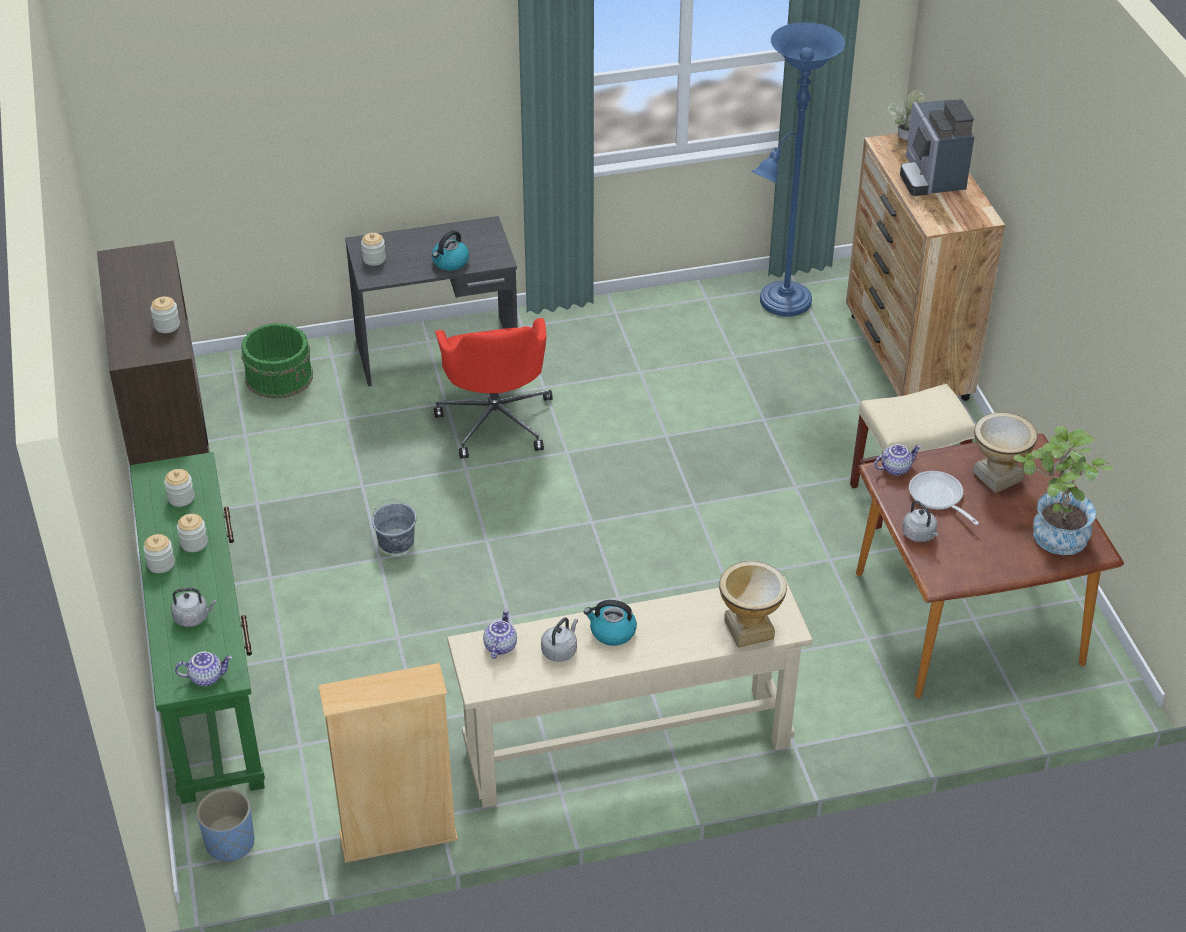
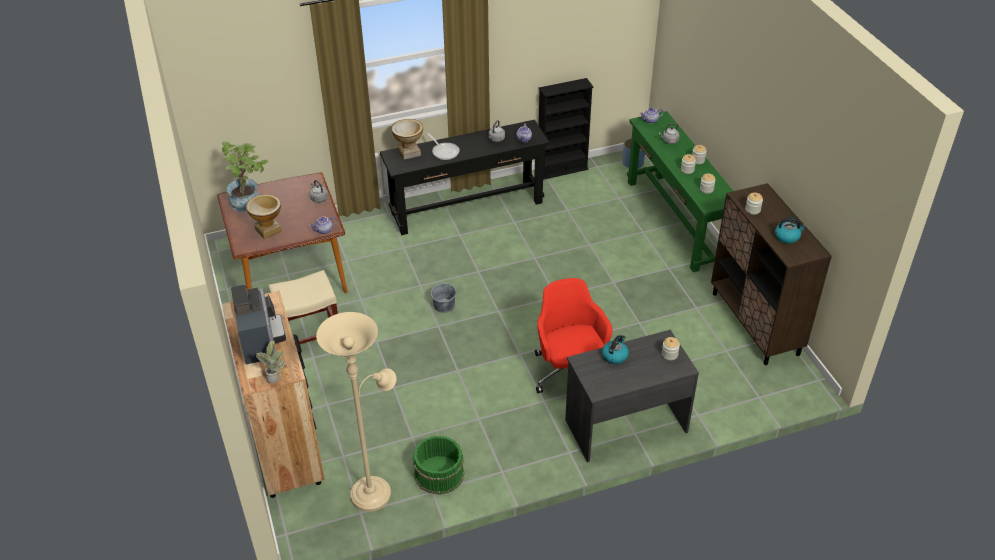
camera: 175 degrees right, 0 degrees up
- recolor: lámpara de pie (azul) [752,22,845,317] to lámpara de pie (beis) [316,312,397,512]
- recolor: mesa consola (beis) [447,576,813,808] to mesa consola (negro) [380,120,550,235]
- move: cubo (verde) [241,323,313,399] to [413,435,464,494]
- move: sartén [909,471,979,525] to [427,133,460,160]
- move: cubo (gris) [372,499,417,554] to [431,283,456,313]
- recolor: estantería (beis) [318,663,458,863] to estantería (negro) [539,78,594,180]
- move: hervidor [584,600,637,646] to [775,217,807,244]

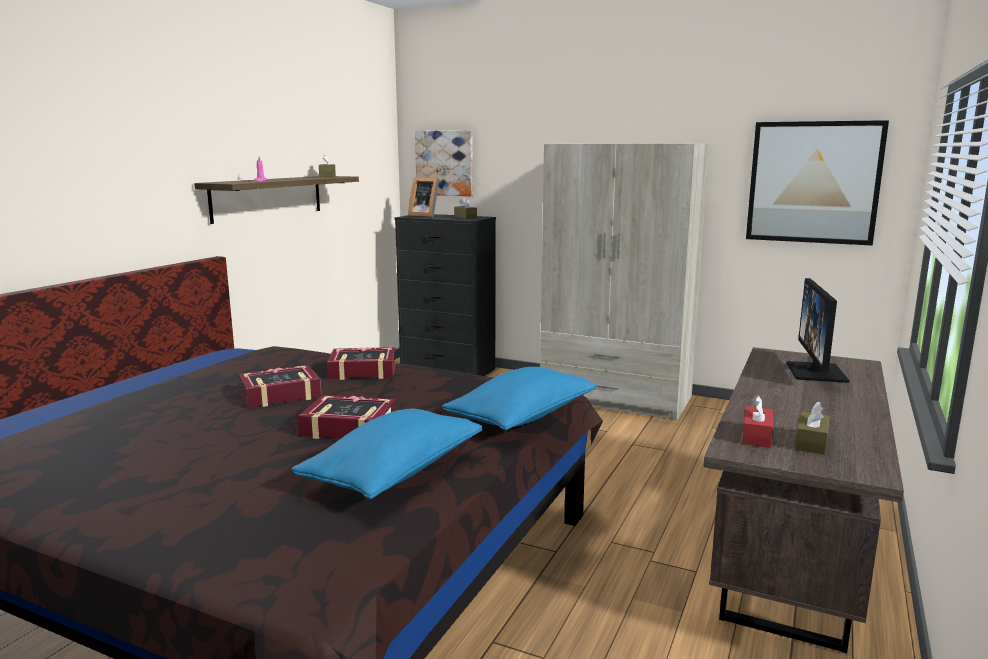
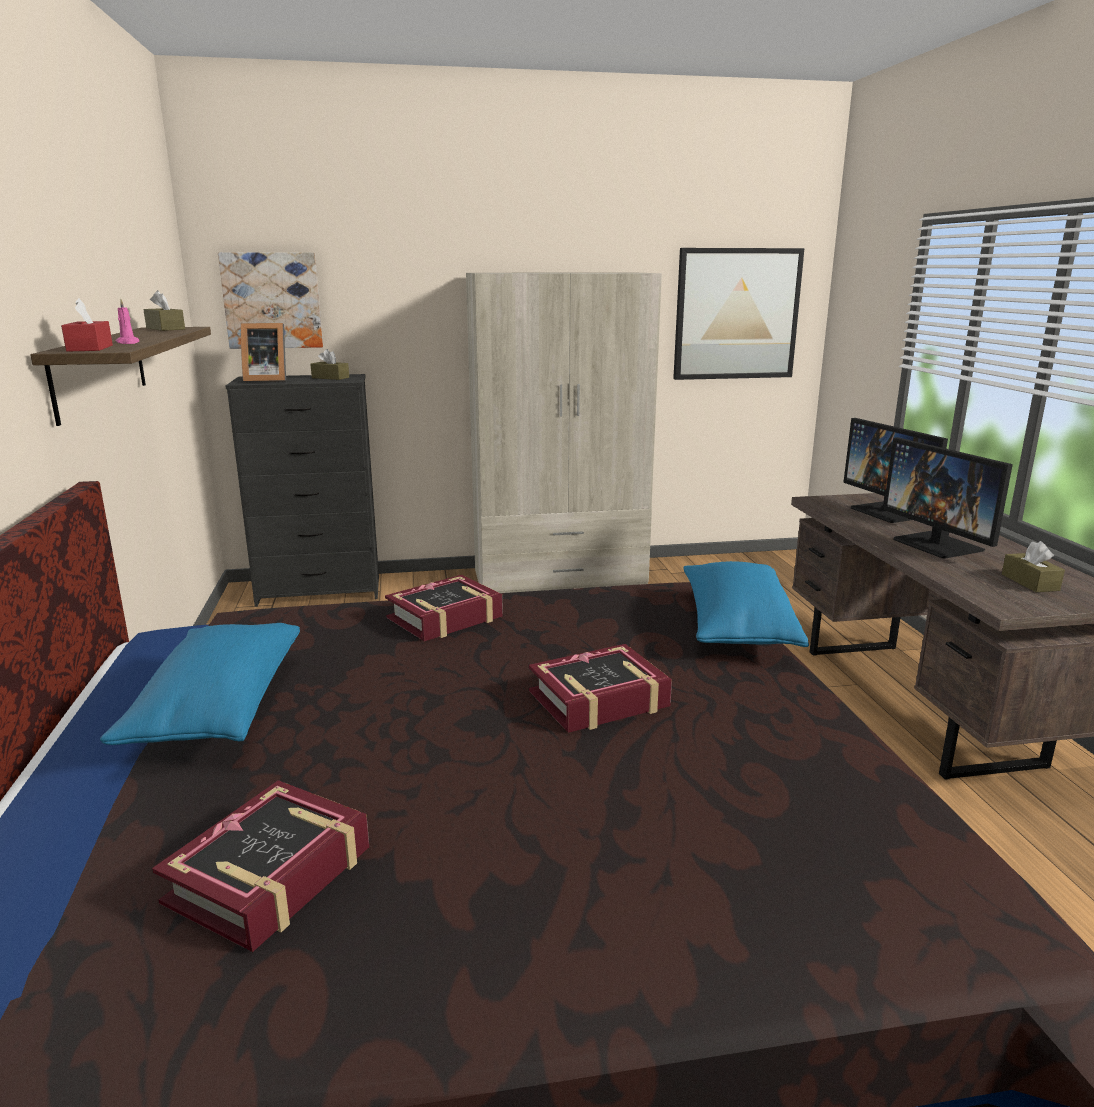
camera: 35 degrees left, 5 degrees up
- move: caja de pañuelos (rojo) [742,395,773,448] to [61,298,113,352]
- move: cojín (azul) [291,409,483,499] to [100,623,300,745]
- move: libro [239,365,321,408] to [152,780,369,952]
- insert: monitor [883,437,1013,559]

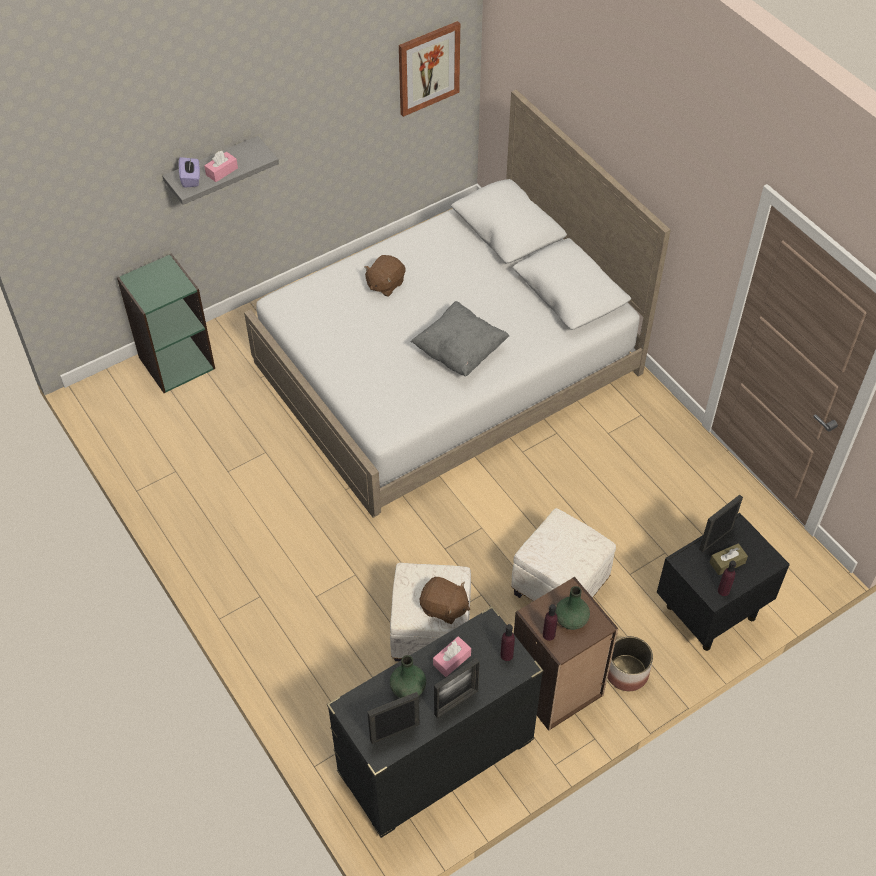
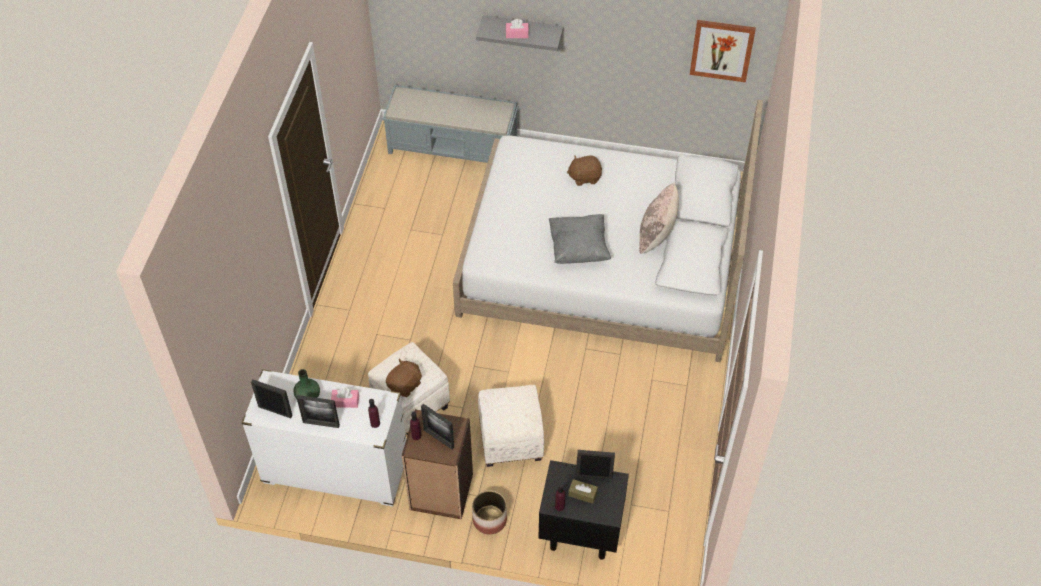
camera: 45 degrees right, 0 degrees up
- recolor: cómoda (negro) [327,606,544,838] to cómoda (blanco) [242,369,406,507]
- replace: estantería (verde) [117,253,215,393] to banco (gris) [383,85,518,163]
- rotate: peluche (marrón) [420,577,470,624] = [386,359,422,397] 120 degrees counterclockwise
- replace: florero (verde) [555,586,590,630] to portarretratos [421,404,454,449]
- insert: cojín (beis) [639,183,679,254]
- delete: caja de pañuelos (morado) [179,157,200,188]

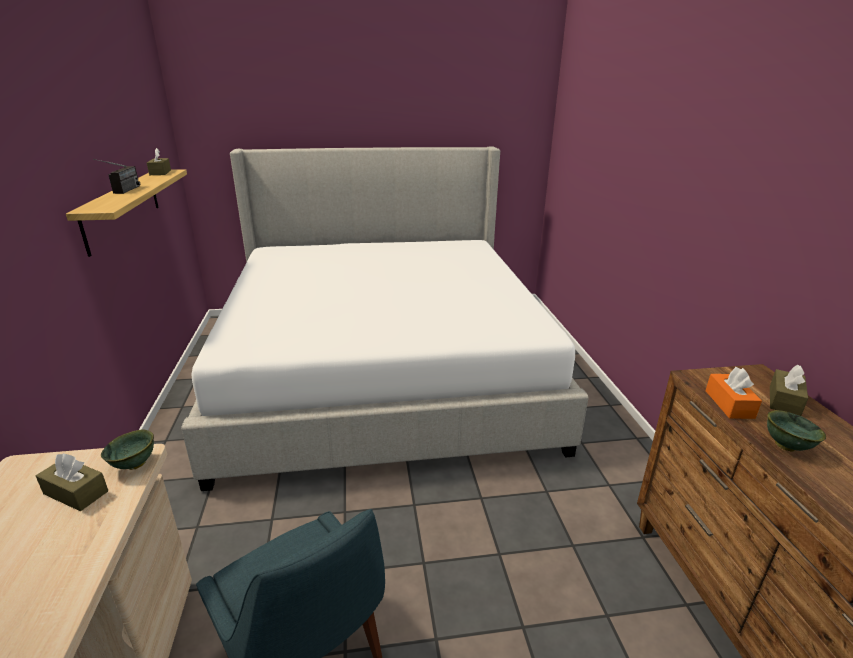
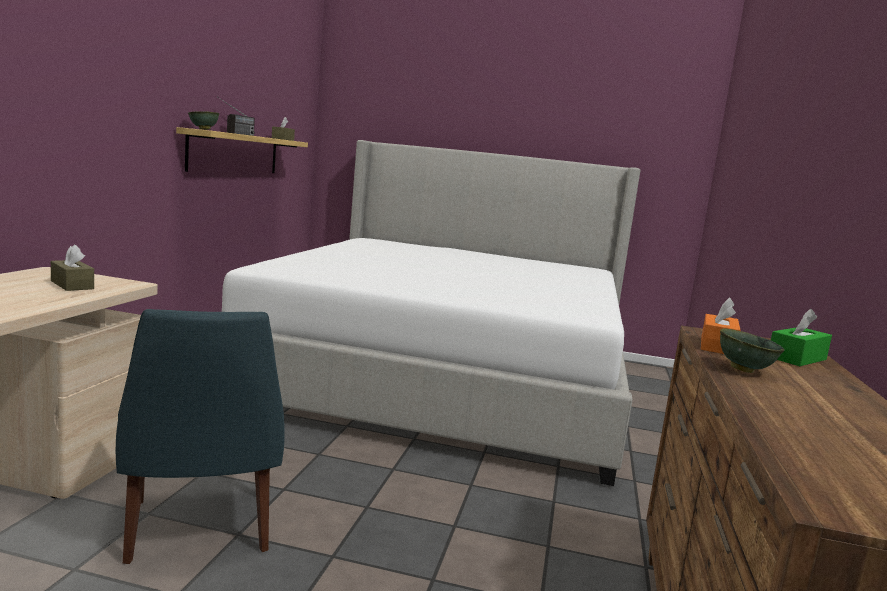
camera: 20 degrees right, 15 degrees down
- move: cuenco (verde) [101,430,154,470] to [188,111,219,130]
- recolor: caja de pañuelos (marrón) [770,364,808,416] to caja de pañuelos (verde) [771,308,832,366]

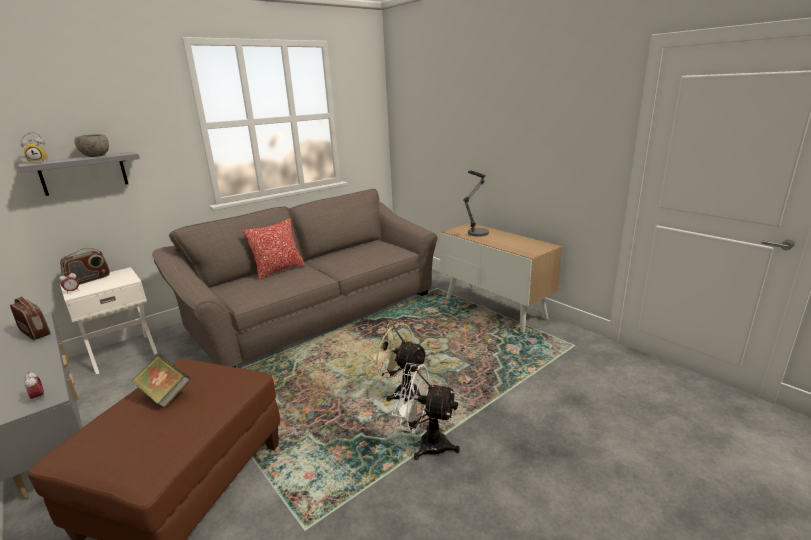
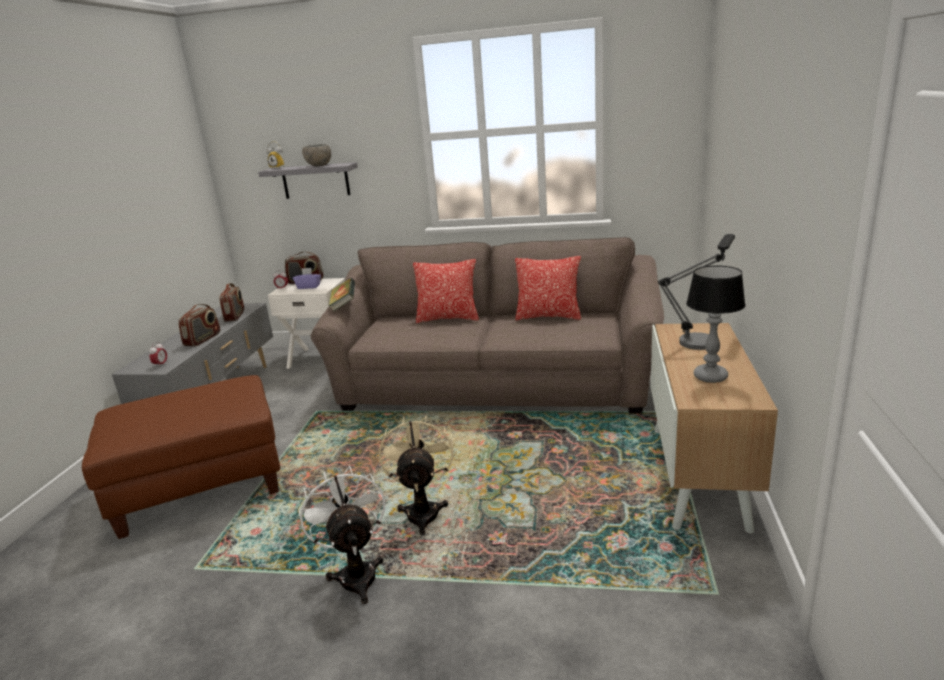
camera: 50 degrees right, 0 degrees up
- insert: radio [178,304,220,346]
- insert: caja de pañuelos (morado) [293,268,321,289]
- move: libro [132,354,191,408] to [329,278,355,312]
- insert: cojín [515,256,581,320]
- insert: lámpara de mesa [686,265,746,383]

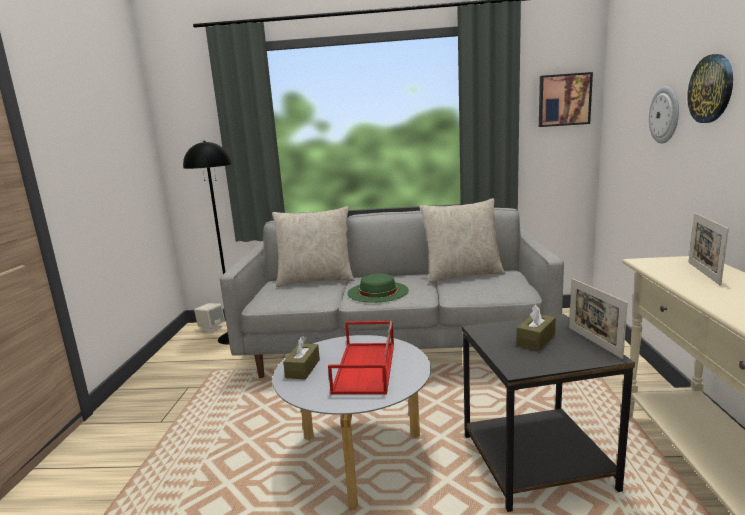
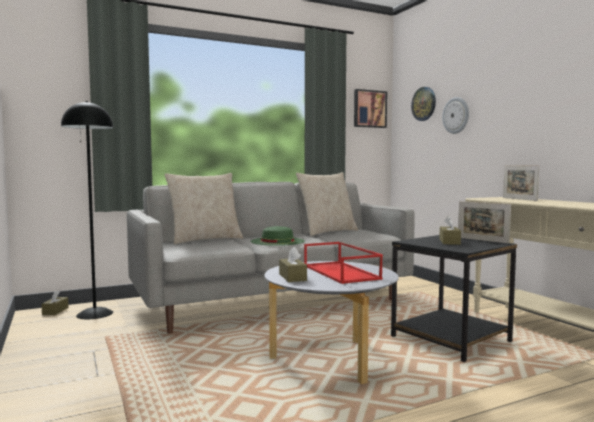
camera: 30 degrees left, 10 degrees down
- replace: altavoz (beis) [194,303,225,333] to caja de pañuelos (marrón) [41,290,69,315]
- move: reloj de pared [687,54,733,123] to [411,87,436,121]

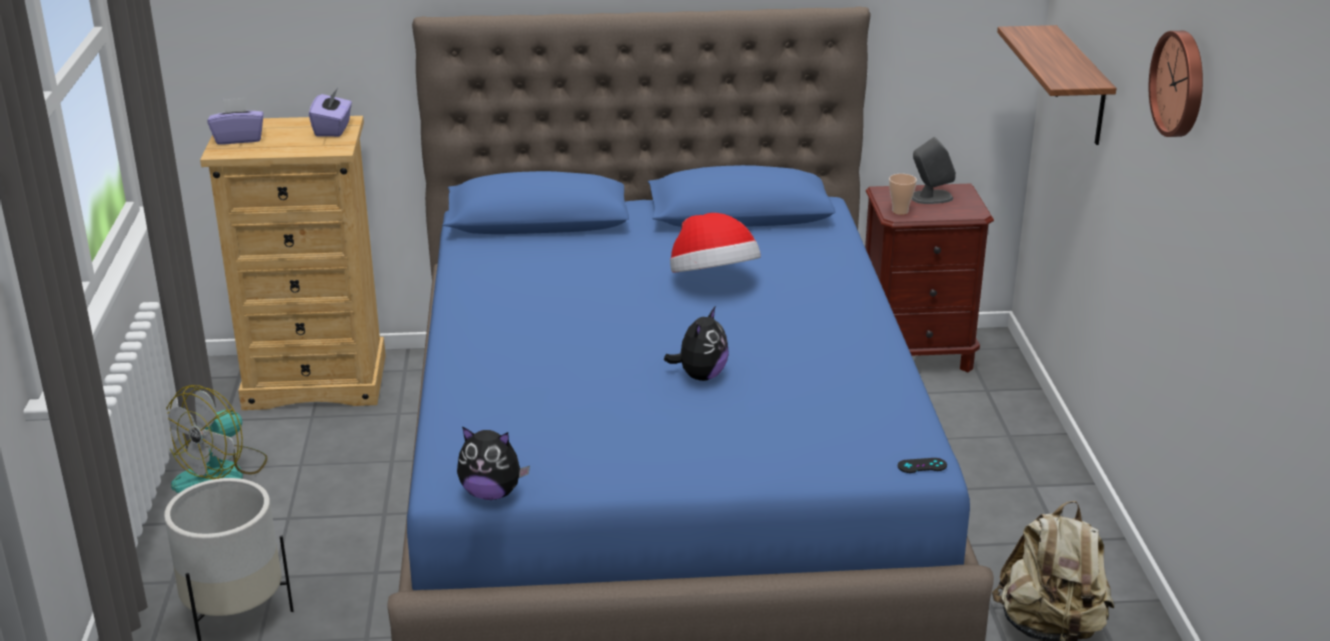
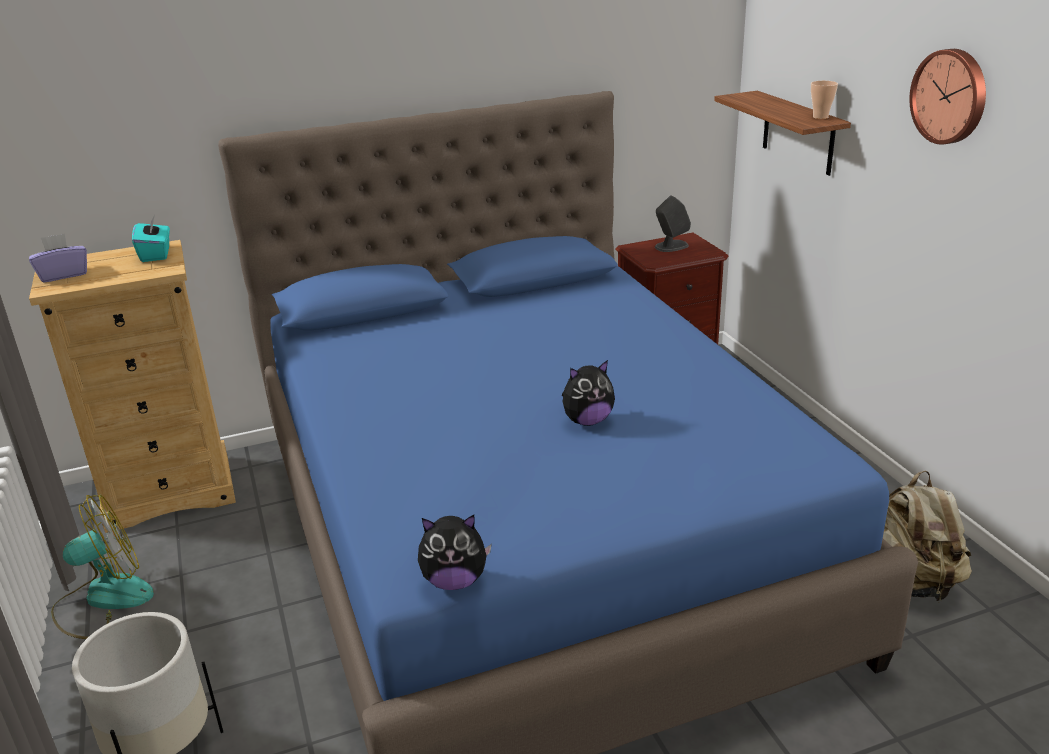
camera: 15 degrees left, 0 degrees up
- rotate: ventilador [167,385,268,493] = [51,495,154,639] 135 degrees counterclockwise
- recolor: caja de pañuelos (morado) [309,88,352,137] to caja de pañuelos (turquesa) [132,214,170,262]
- rotate: peluche [664,307,729,381] = [562,360,615,426] 60 degrees clockwise
- move: taza [889,174,917,215] to [811,81,838,119]
- delete: sombrero [670,213,761,273]
- delete: mando de consola (negro) [898,458,947,473]

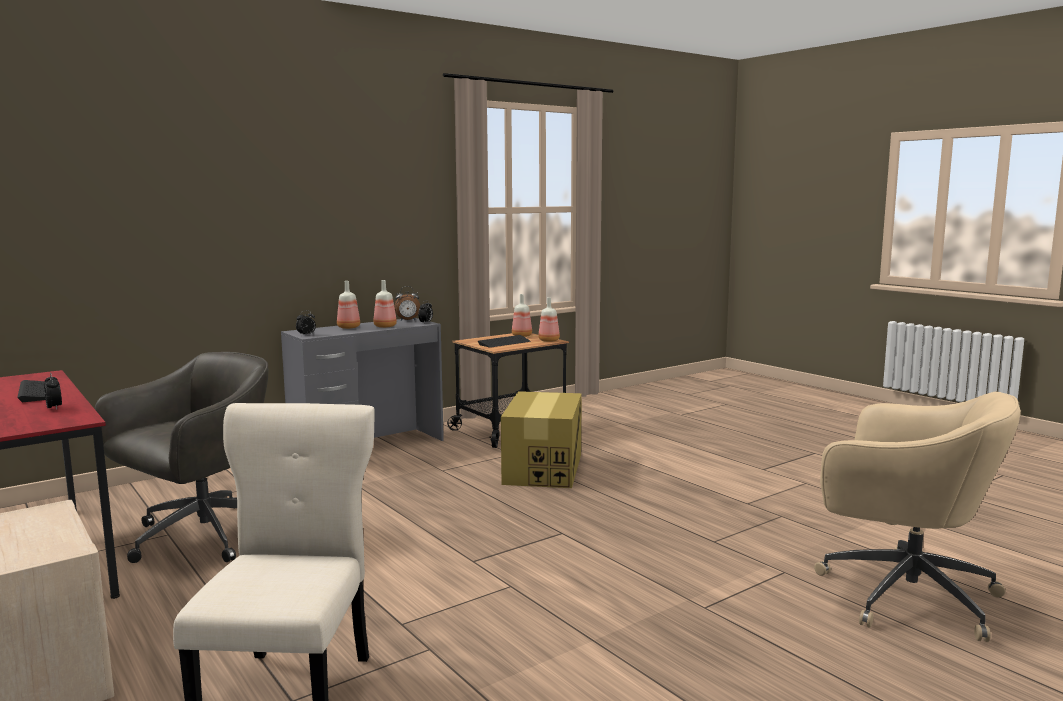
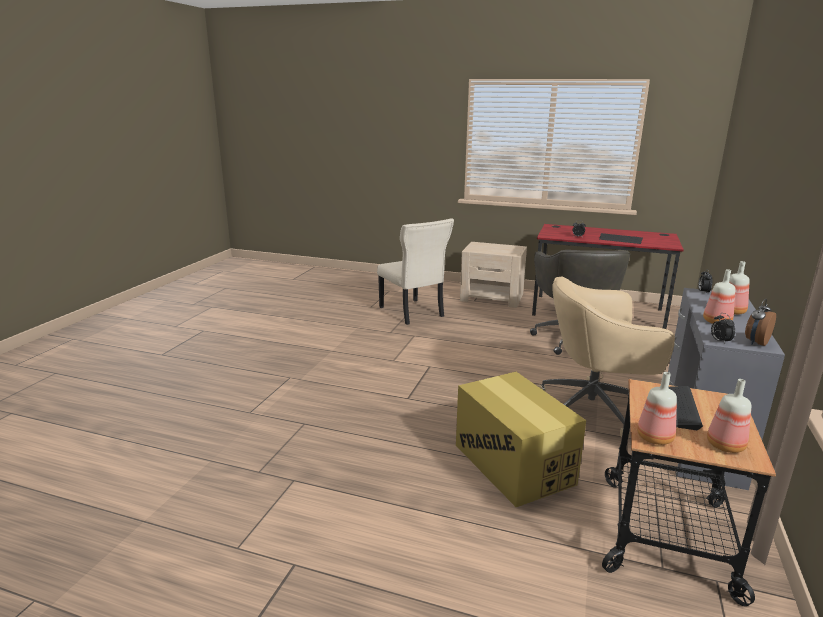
camera: 145 degrees right, 10 degrees up
- move: silla de oficina (beis) [814,392,1021,642] to [538,277,675,437]

